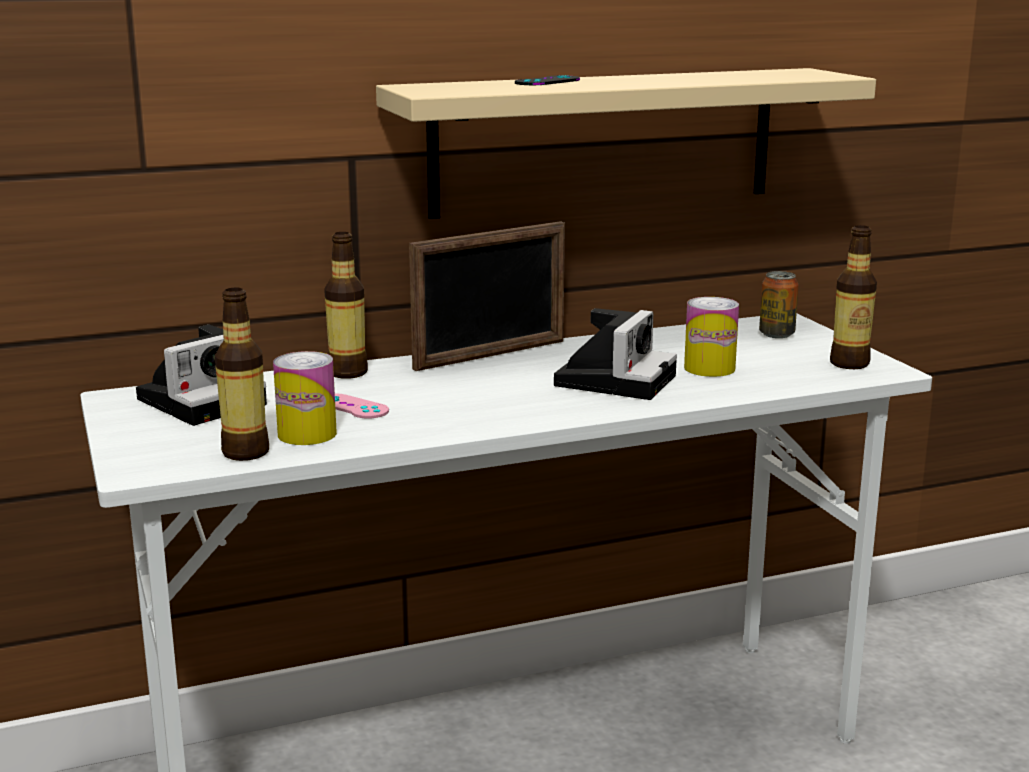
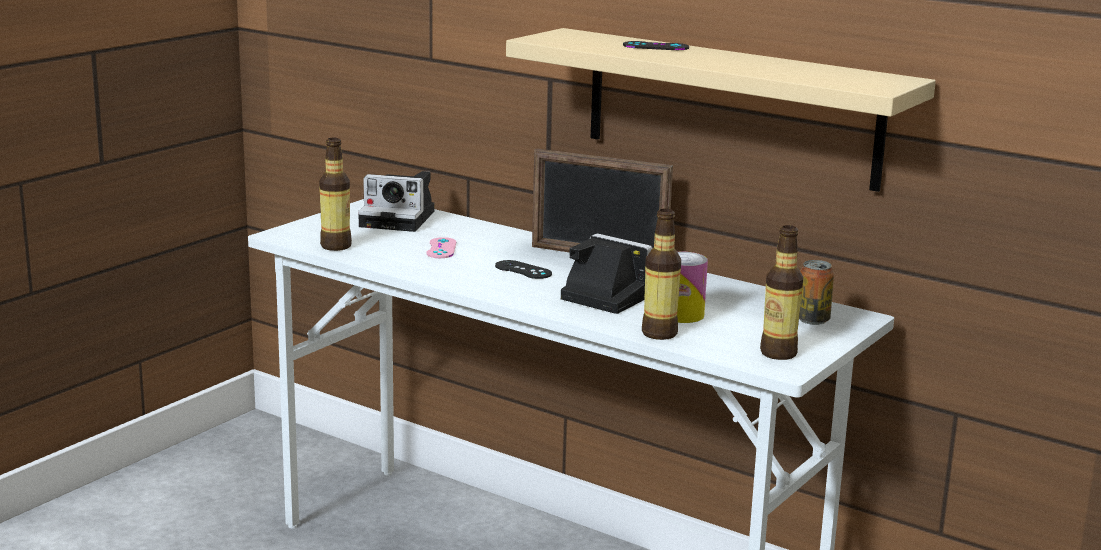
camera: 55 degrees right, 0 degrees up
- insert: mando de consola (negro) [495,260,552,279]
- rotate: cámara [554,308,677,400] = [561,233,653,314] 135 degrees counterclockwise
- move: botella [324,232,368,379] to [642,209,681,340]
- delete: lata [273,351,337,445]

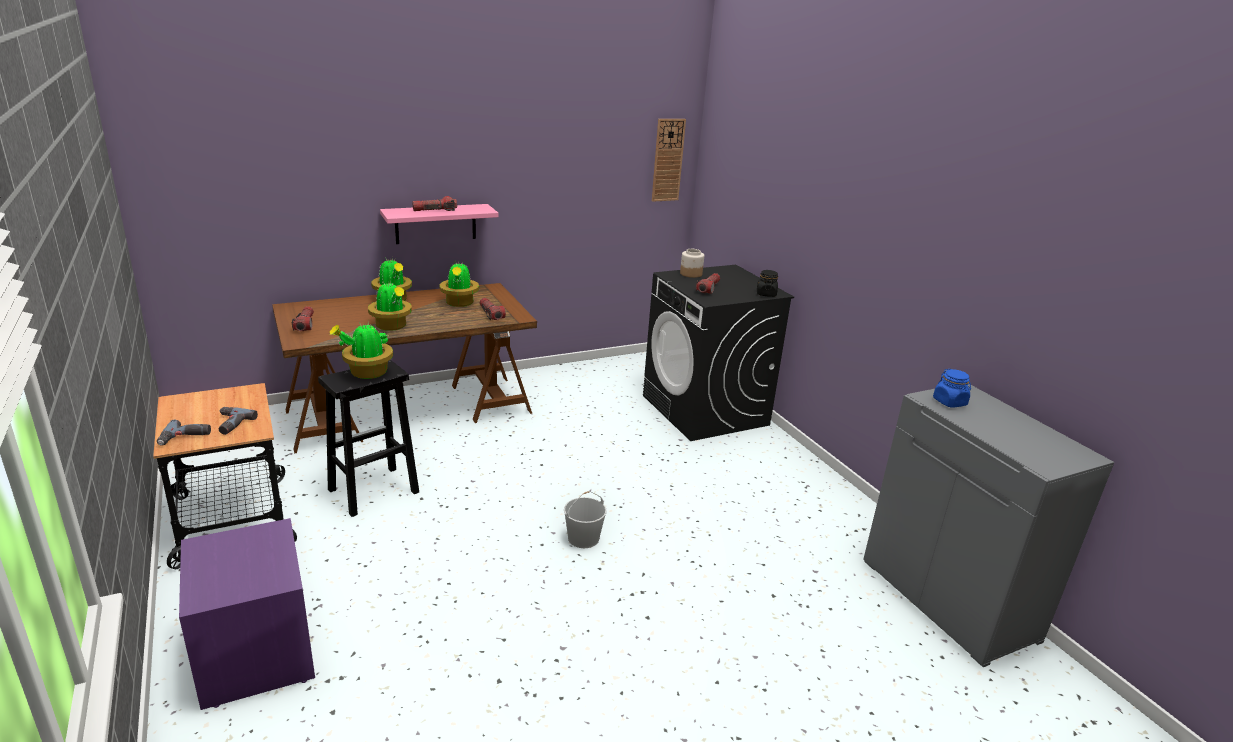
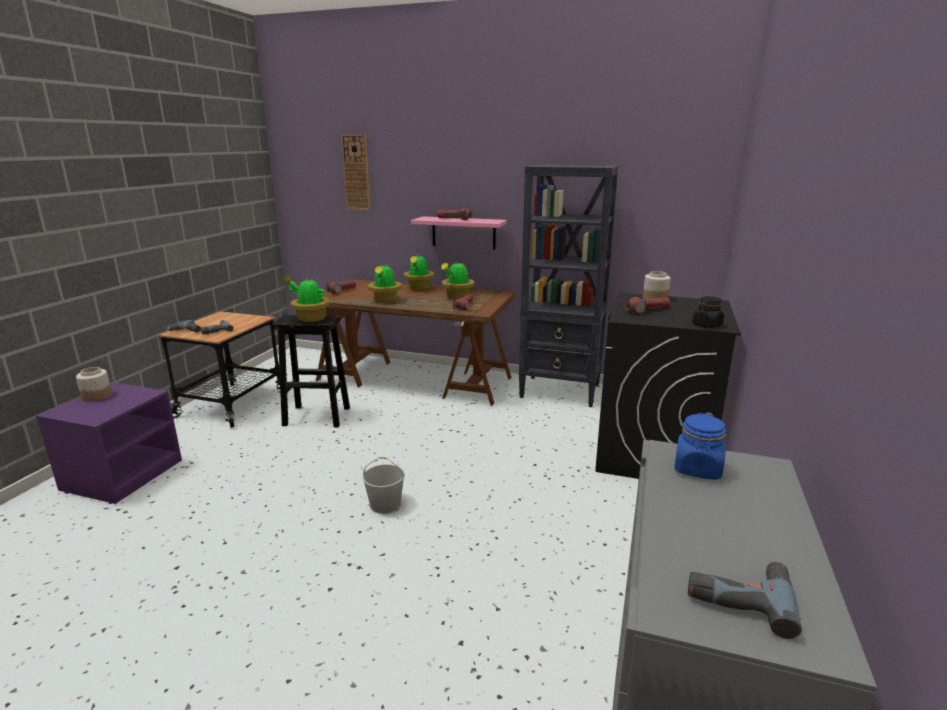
camera: 45 degrees right, 5 degrees down
- insert: tarro [76,367,112,402]
- move: reloj de pared [652,119,686,202] to [341,134,371,210]
- insert: estantería (negro) [519,164,618,407]
- insert: taladro [688,562,802,639]

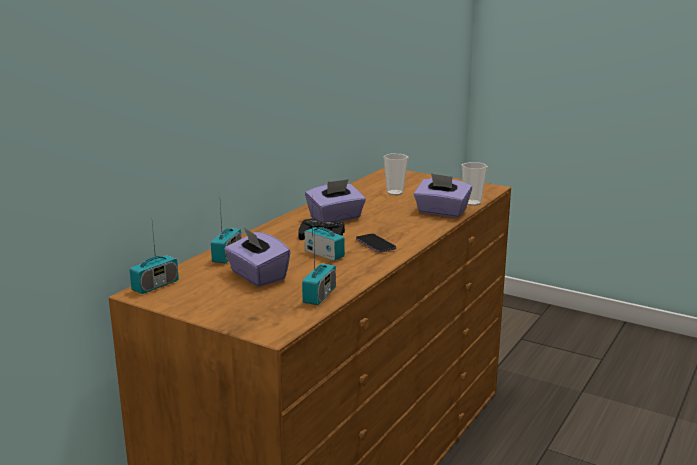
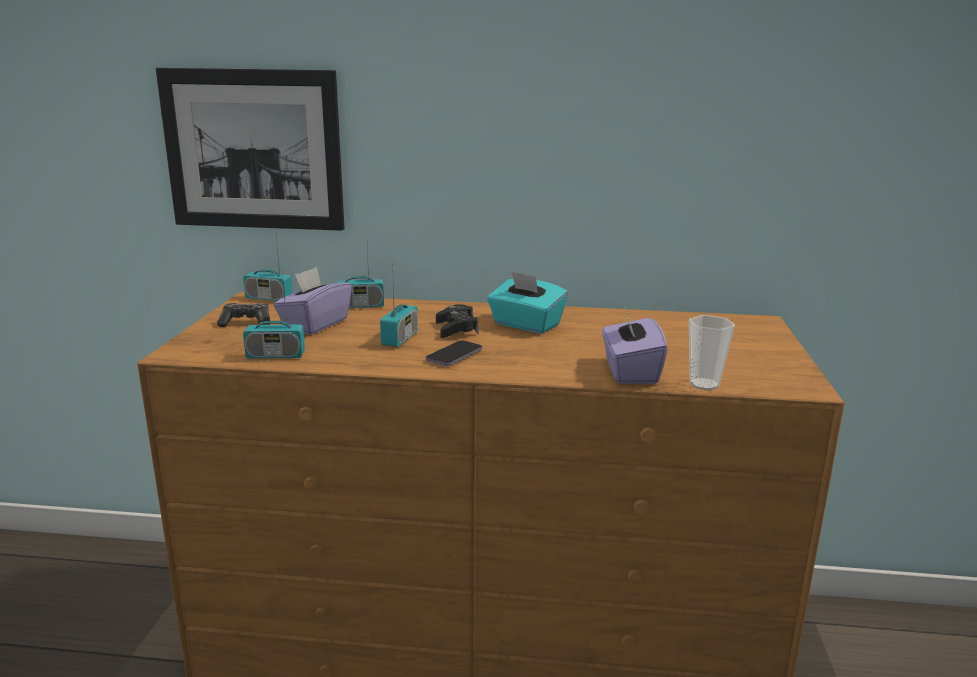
camera: 65 degrees right, 0 degrees up
- insert: cuadro [156,68,345,231]
- insert: mando de consola [217,303,270,327]
- recolor: caja de pañuelos (morado) [305,179,366,222] to caja de pañuelos (turquesa) [487,271,568,334]
- delete: taza [383,154,408,195]

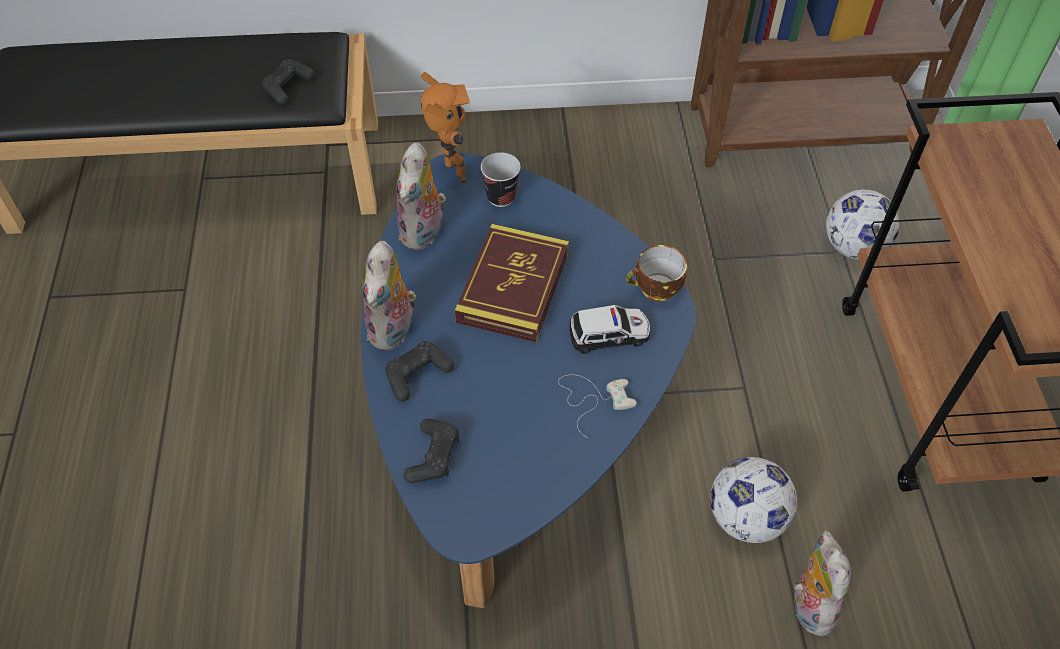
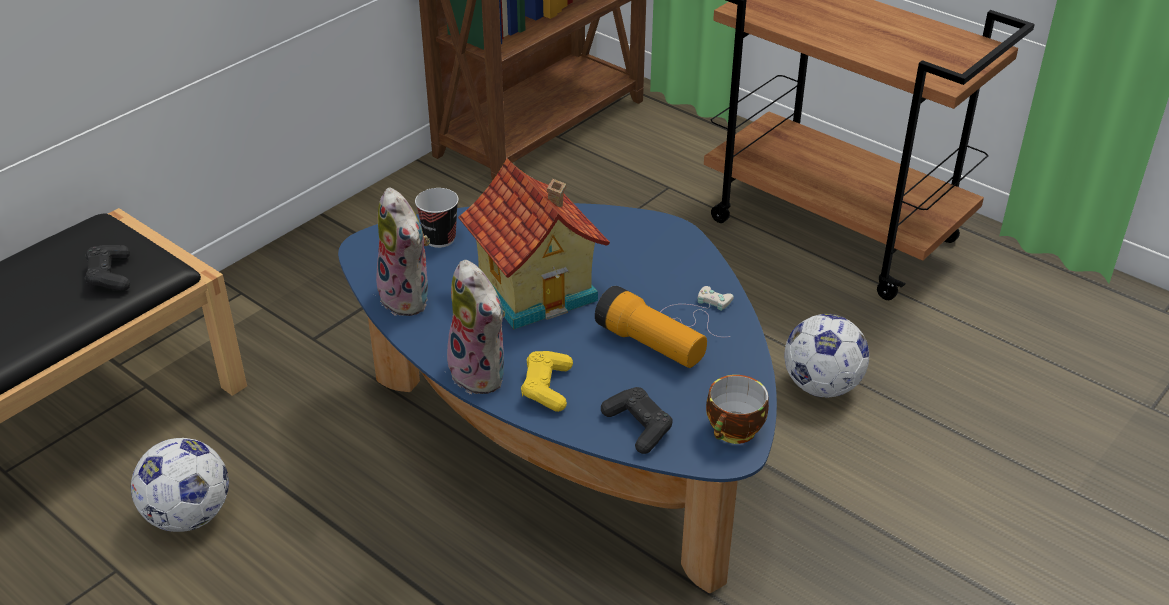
camera: 45 degrees left, 15 degrees down
- move: balón de fútbol [826,189,899,260] to [131,438,229,532]
- replace: libro [455,224,569,342] to casita [458,158,610,330]
- recolor: mando de consola (negro) [385,341,454,402] to mando de consola (amarillo) [521,351,573,412]
- insert: linterna [595,286,707,368]
- move: taza [626,245,687,301] to [706,375,769,444]
- delete: robot de juguete [421,72,470,183]
- delete: coche de juguete [569,305,650,354]
- delete: peluche [791,530,852,637]

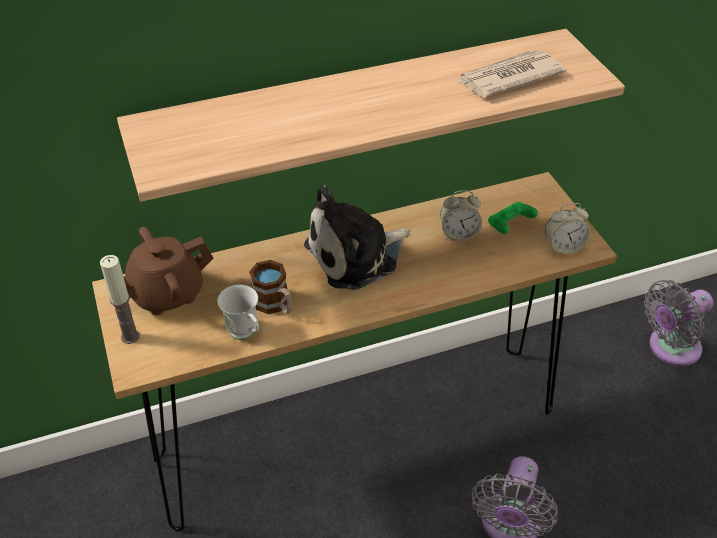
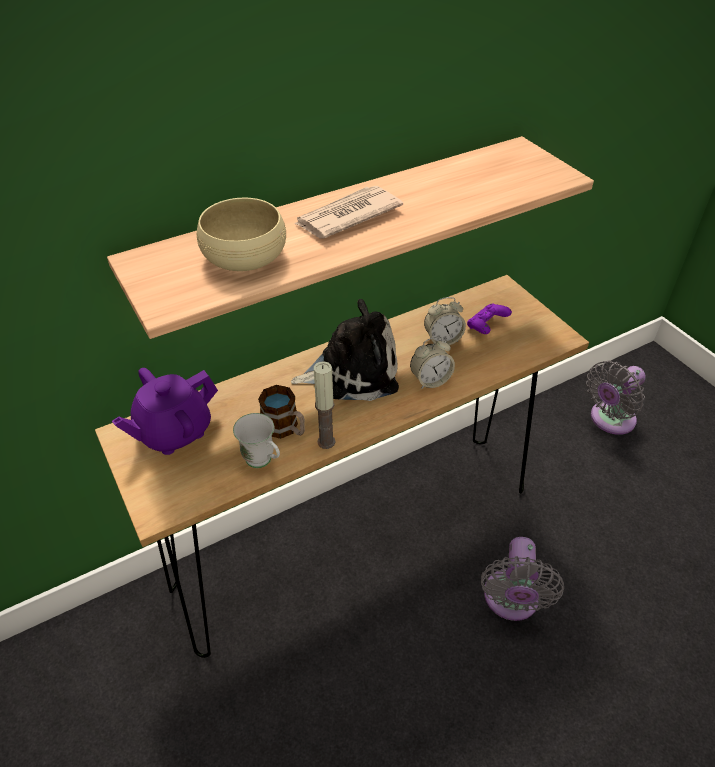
camera: 10 degrees left, 0 degrees up
- recolor: tetera (marrón) [123,227,213,315] to tetera (morado) [112,368,218,455]
- insert: cuenco (beis) [197,198,286,271]
- rotate: peluche [304,185,410,290] = [291,299,399,401] 150 degrees counterclockwise
- move: periódico [458,50,566,97] to [295,186,403,239]
- move: vela [100,255,140,344] to [314,361,335,449]
- move: despertador [545,203,591,254] to [410,337,455,389]
- recolor: mando de consola (verde) [488,202,538,234] to mando de consola (morado) [467,304,512,334]

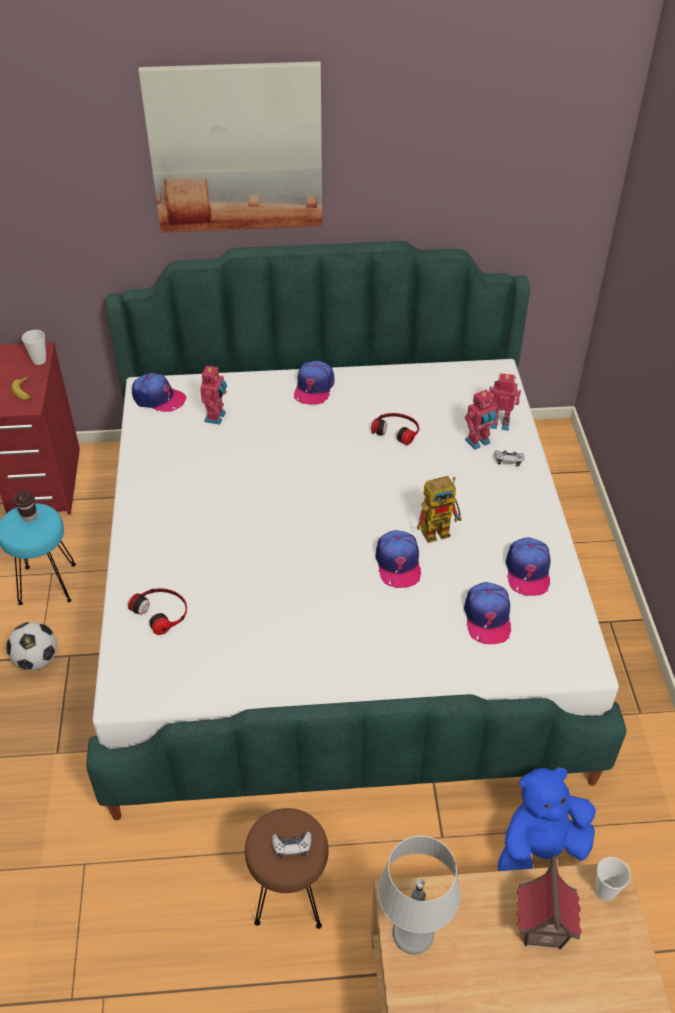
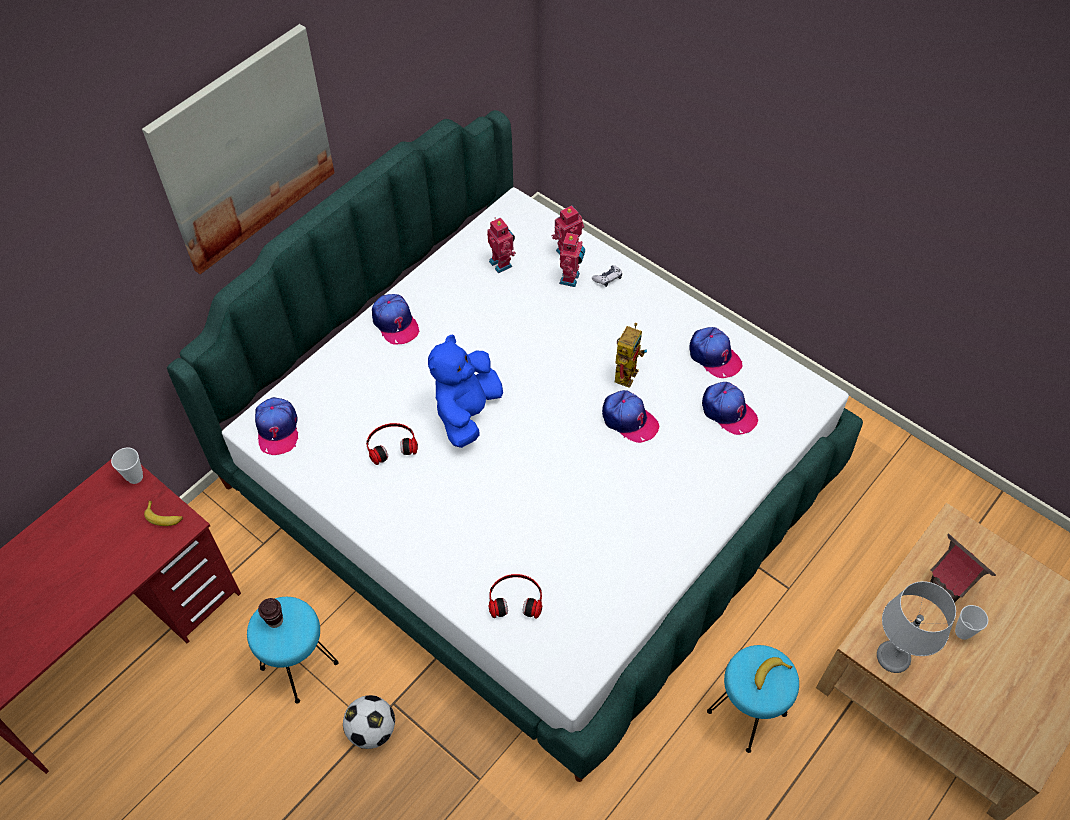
camera: 45 degrees left, 10 degrees up
- rotate: gorra [132,373,186,412] = [255,397,298,455] 105 degrees clockwise
- move: auriculares [371,413,419,445] to [366,423,418,465]
- move: peluche (azul) [498,767,596,871] to [428,334,503,448]
- move: robot de juguete [200,364,227,425] to [487,217,516,273]
- recolor: taburete (marrón) [245,808,328,929] to taburete (turquesa) [707,645,799,753]
- replace: mando de consola [272,832,312,858] to plátano [755,657,793,690]
- move: taza [595,857,631,901] to [955,605,988,640]

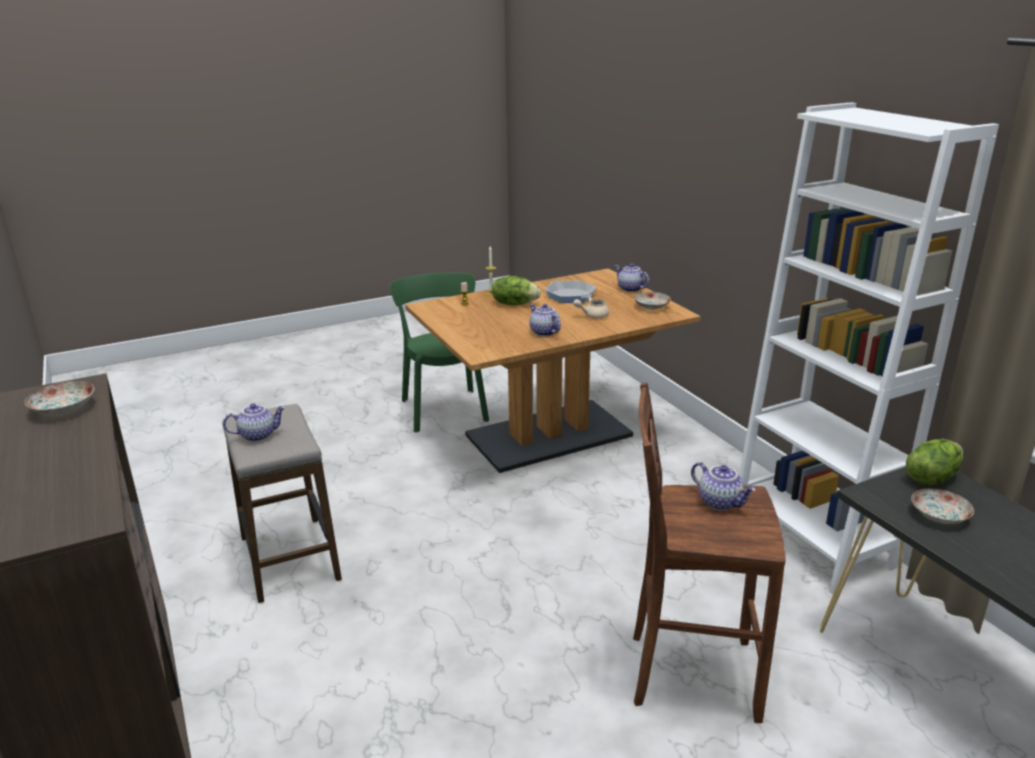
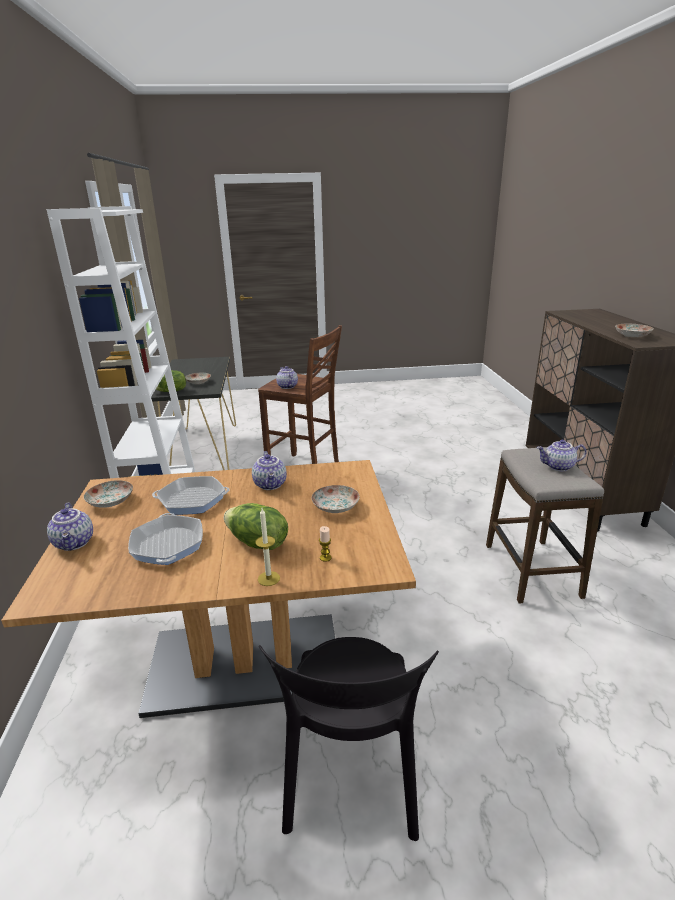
camera: 160 degrees left, 0 degrees up
- replace: tetera (beis) [573,297,609,318] to sartén [152,476,229,515]
- recolor: silla (verde) [390,273,489,432] to silla (negro) [259,637,439,841]
- insert: plato [312,485,360,513]

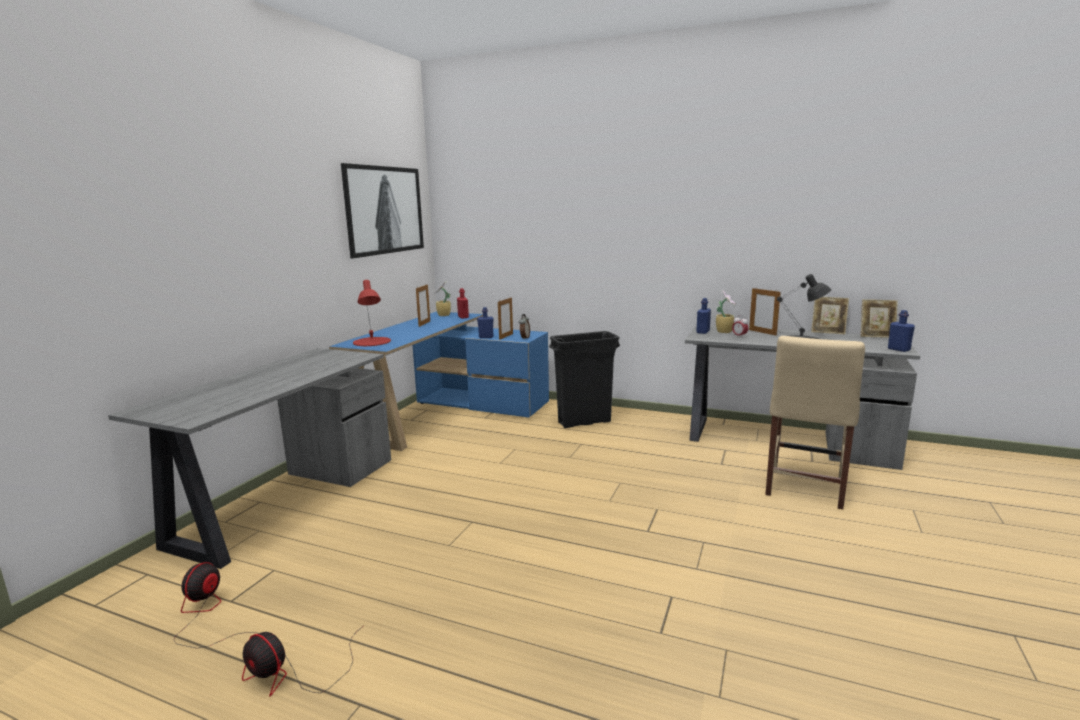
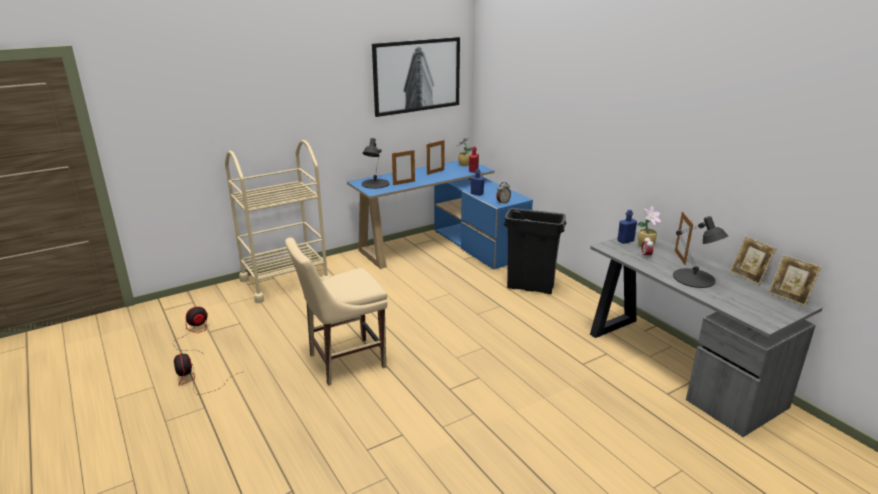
camera: 35 degrees right, 10 degrees up
- replace: escritorio (gris) [108,348,391,569] to carrito (beis) [225,140,330,303]
- move: silla (beis) [765,336,865,509] to [285,237,387,385]
- recolor: lámpara de mesa (rojo) [353,280,391,346] to lámpara de mesa (negro) [362,138,389,189]
- move: portarretratos [498,297,513,340] to [392,150,415,185]
- delete: botella (azul) [888,310,915,352]

